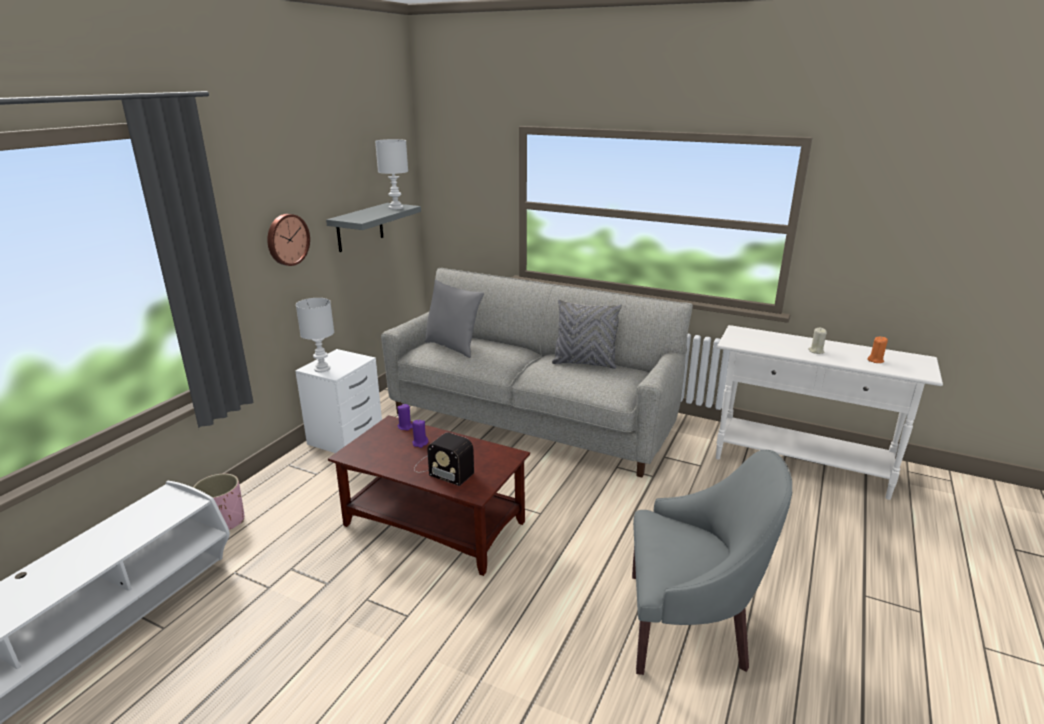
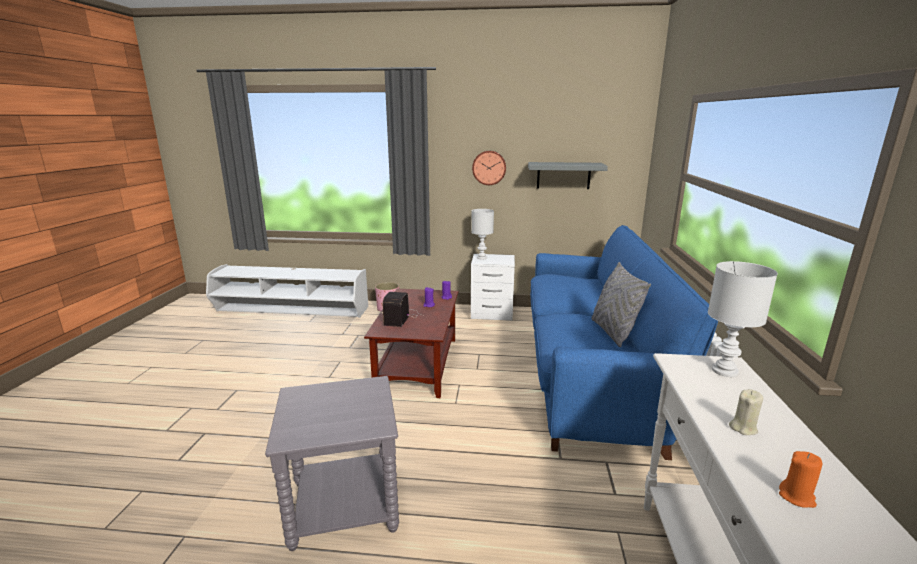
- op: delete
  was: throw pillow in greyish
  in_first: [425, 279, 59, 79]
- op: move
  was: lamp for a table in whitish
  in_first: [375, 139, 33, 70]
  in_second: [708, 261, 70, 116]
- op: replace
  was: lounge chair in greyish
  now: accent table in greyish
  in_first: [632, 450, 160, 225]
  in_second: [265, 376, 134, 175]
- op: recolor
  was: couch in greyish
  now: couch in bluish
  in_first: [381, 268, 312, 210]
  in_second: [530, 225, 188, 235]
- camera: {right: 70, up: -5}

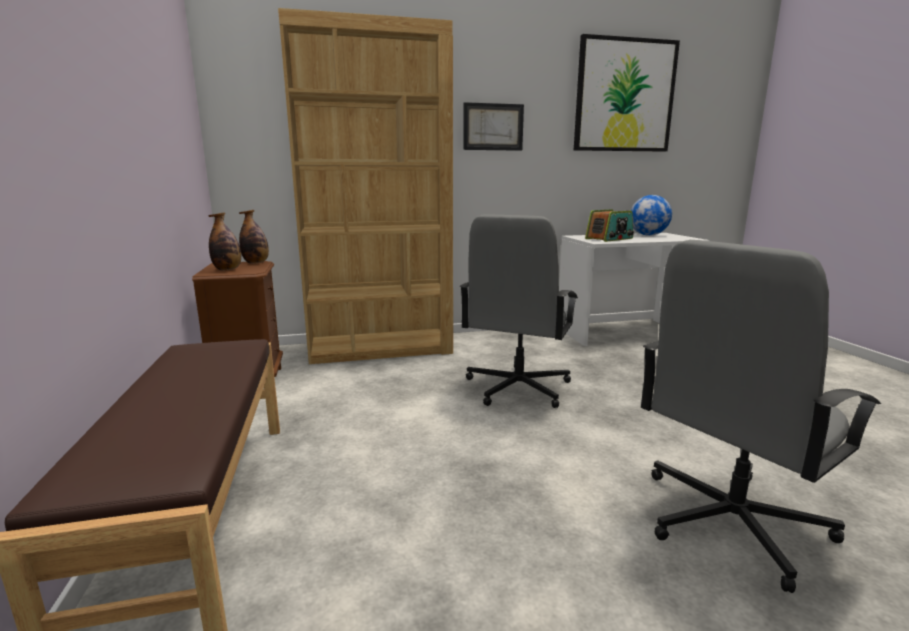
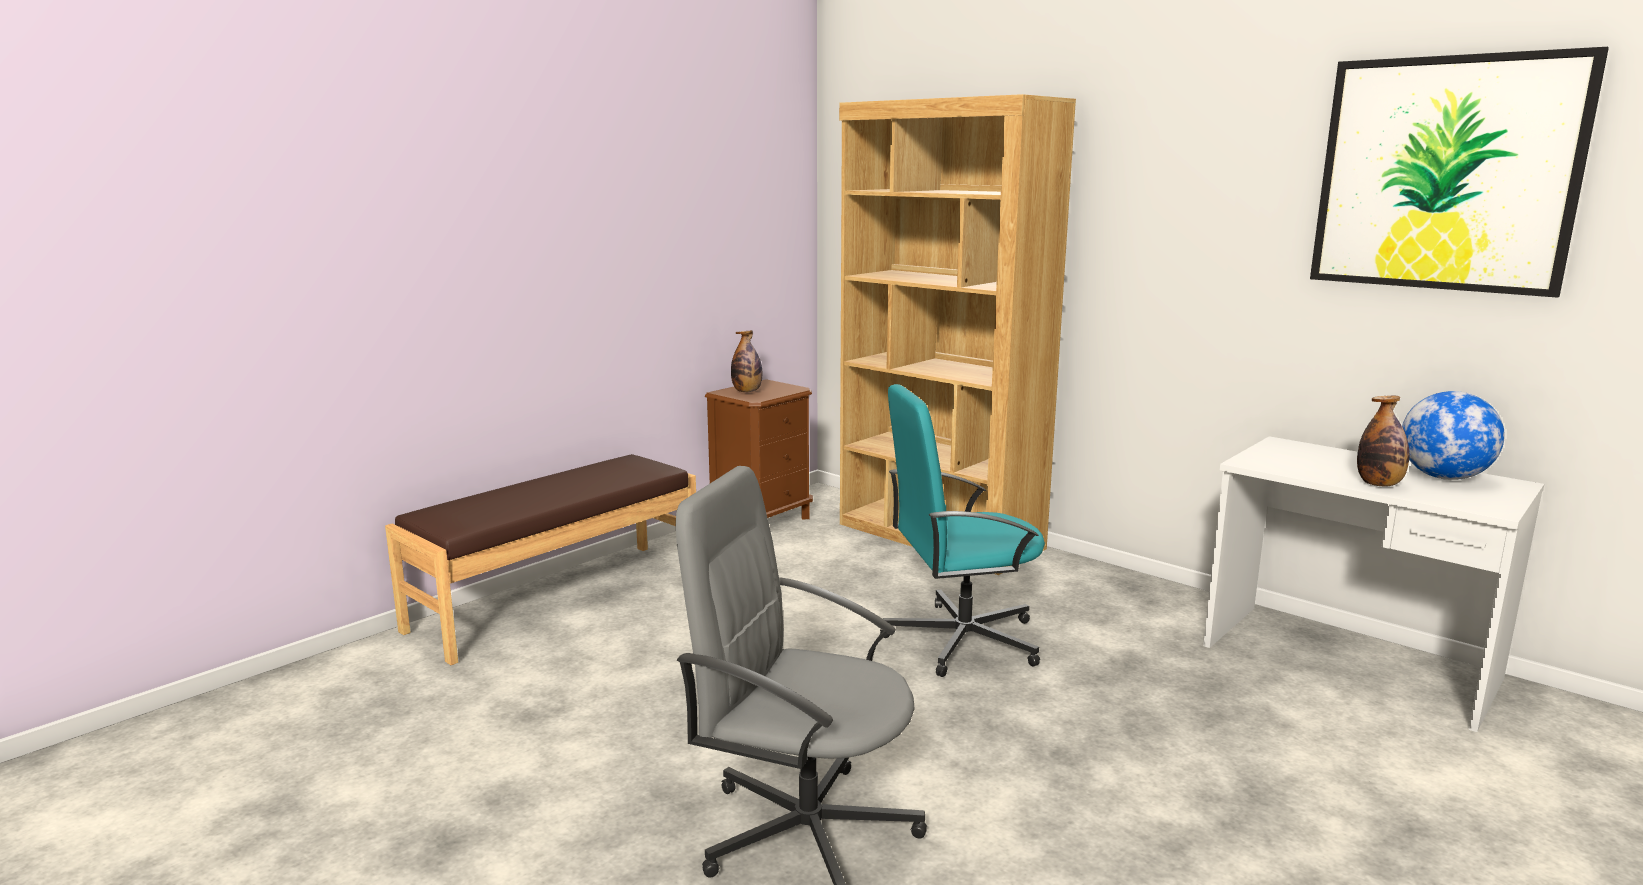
- op: delete
  was: picture
  in_first: [463, 102, 61, 49]
- op: delete
  was: radio receiver
  in_first: [585, 209, 49, 33]
- op: move
  was: bottle
  in_first: [239, 210, 30, 54]
  in_second: [1357, 396, 52, 90]
- op: recolor
  was: desk chair in greyish
  now: desk chair in turquoise
  in_first: [460, 214, 118, 194]
  in_second: [880, 384, 165, 293]
- camera: {right: 55, up: 0}

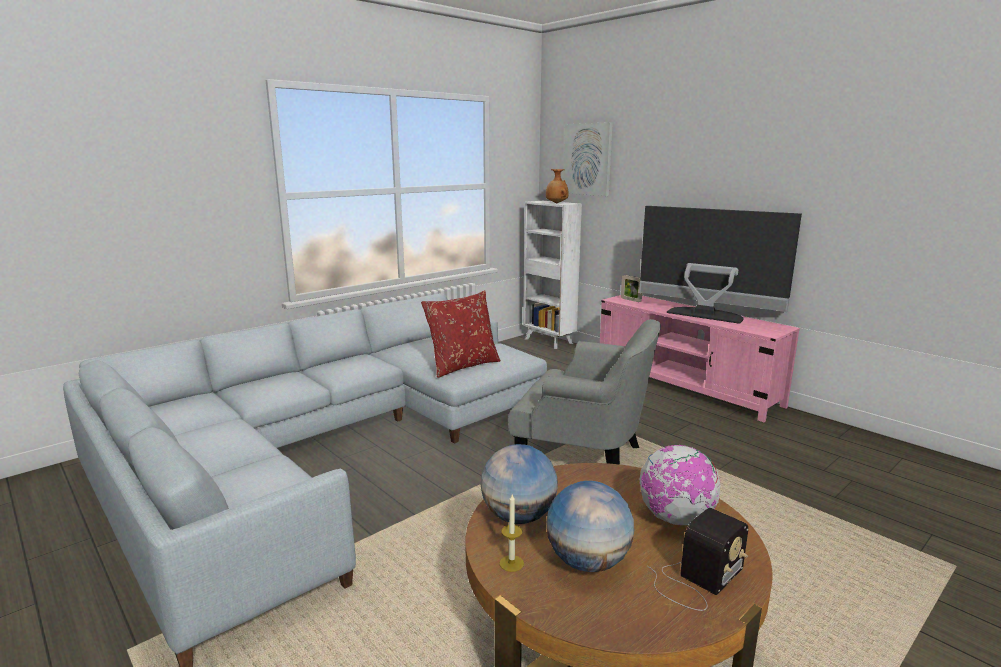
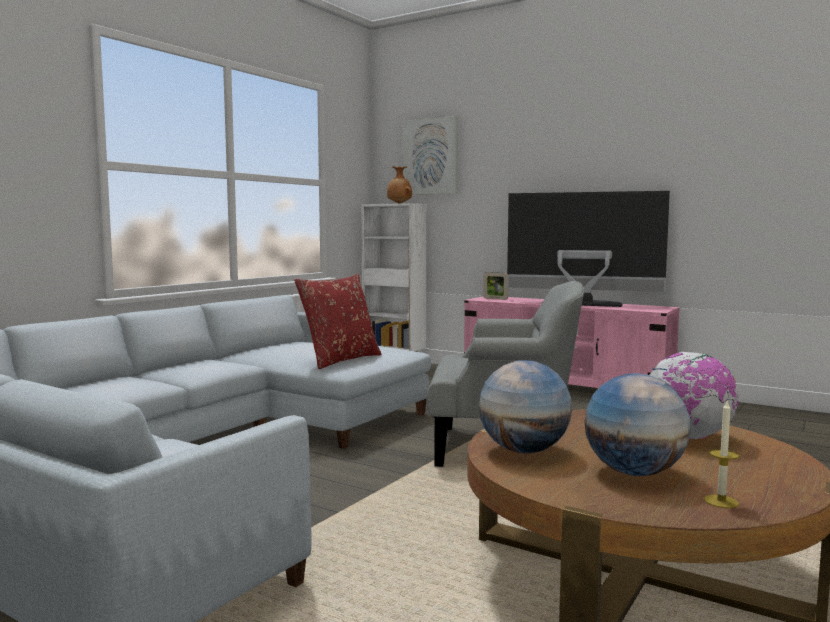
- op: delete
  was: radio receiver
  in_first: [648, 508, 100, 103]
- op: move
  was: wax candle
  in_first: [500, 494, 24, 78]
  in_second: [704, 399, 35, 109]
- camera: {right: -15, up: -10}

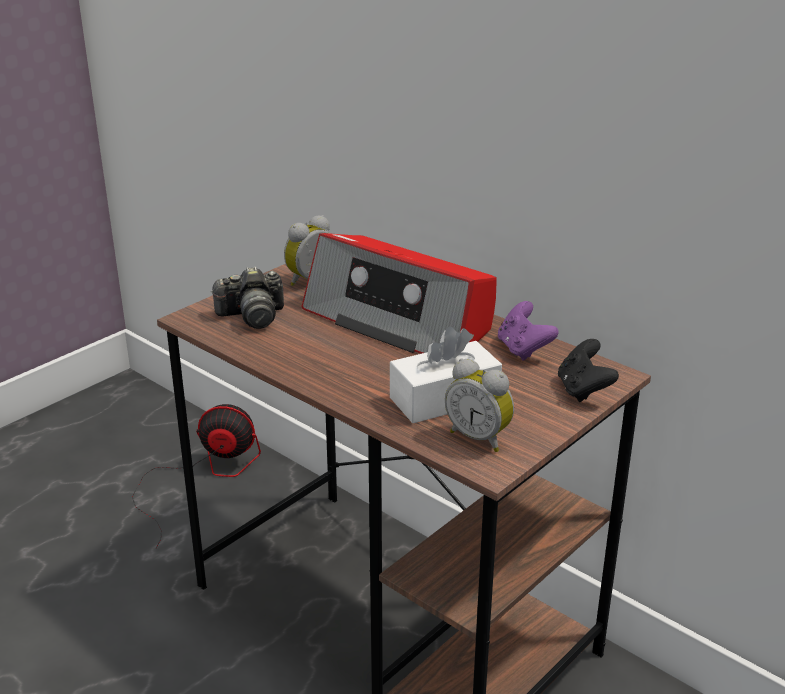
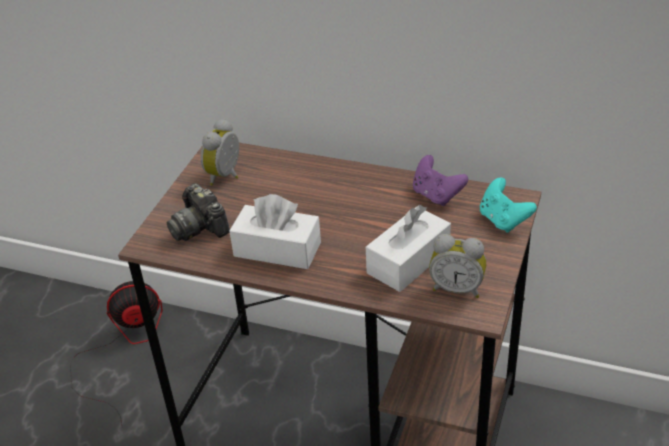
- op: delete
  was: radio receiver
  in_first: [301, 233, 196, 121]
- op: insert
  now: box of tissues in whitish
  in_second: [229, 194, 92, 75]
- op: recolor
  was: game controller in black-coloured
  now: game controller in turquoise
  in_first: [558, 339, 61, 63]
  in_second: [480, 177, 57, 56]
- op: rotate
  was: photo camera
  in_first: [210, 266, 74, 63]
  in_second: [167, 183, 63, 58]
  clockwise: 90
- camera: {right: -20, up: 10}

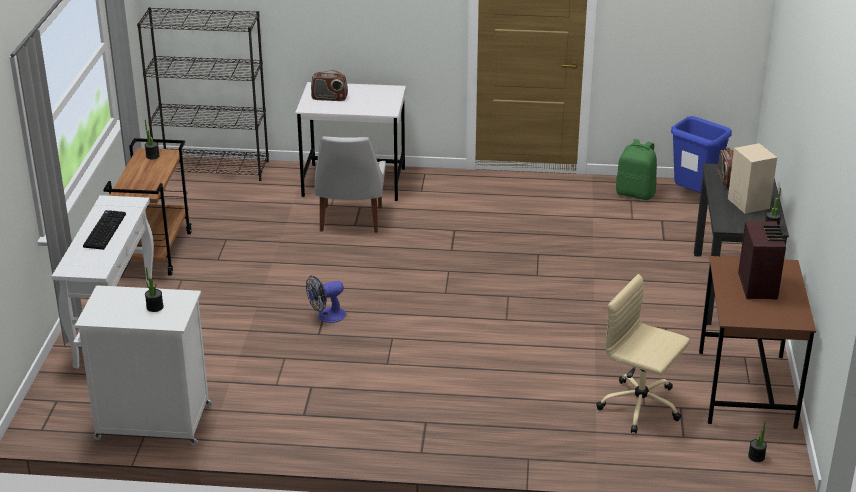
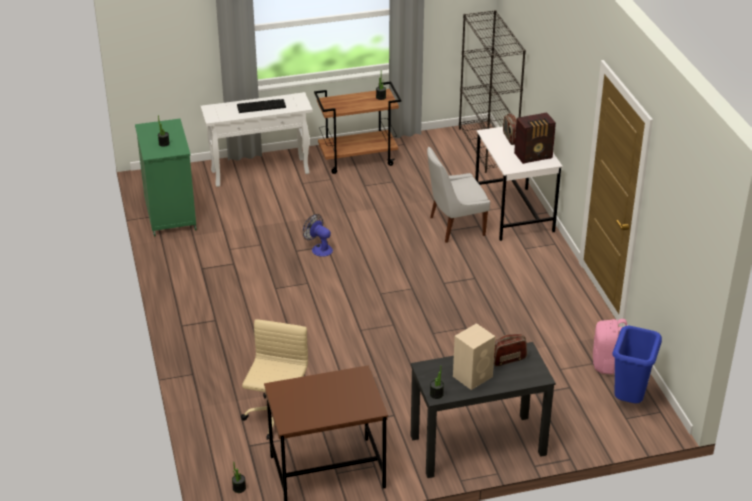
- op: move
  was: radio receiver
  in_first: [738, 221, 48, 79]
  in_second: [514, 112, 42, 52]
- op: recolor
  was: cabinet in whitish
  now: cabinet in green
  in_first: [74, 285, 138, 160]
  in_second: [135, 119, 62, 118]
- op: recolor
  was: backpack in green
  now: backpack in pink-coloured
  in_first: [616, 139, 41, 61]
  in_second: [593, 319, 34, 55]
- camera: {right: 70, up: 5}

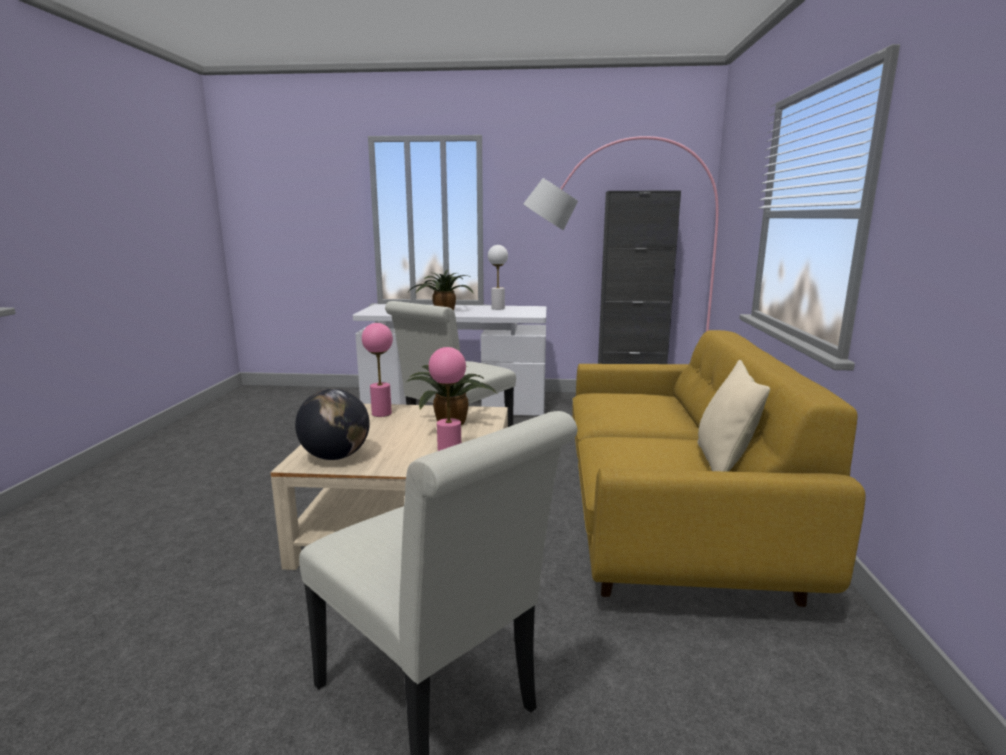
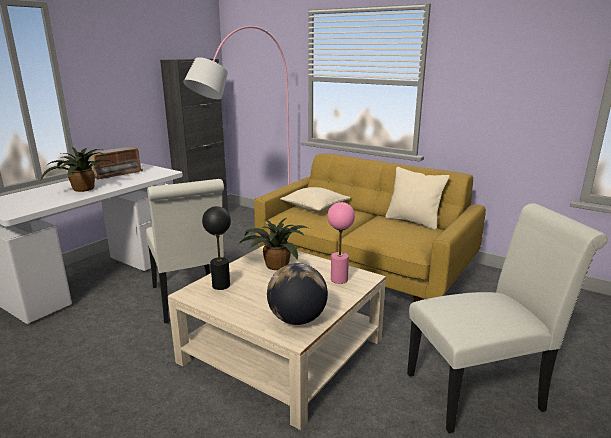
- op: insert
  now: throw pillow in beige
  in_second: [280, 187, 71, 25]
- op: replace
  was: lamp for a table in whitish
  now: radio receiver
  in_first: [488, 245, 20, 65]
  in_second: [89, 146, 54, 34]
- op: recolor
  was: lamp for a table in pink-coloured
  now: lamp for a table in black-coloured
  in_first: [362, 323, 31, 94]
  in_second: [202, 206, 29, 84]
- camera: {right: -60, up: 5}

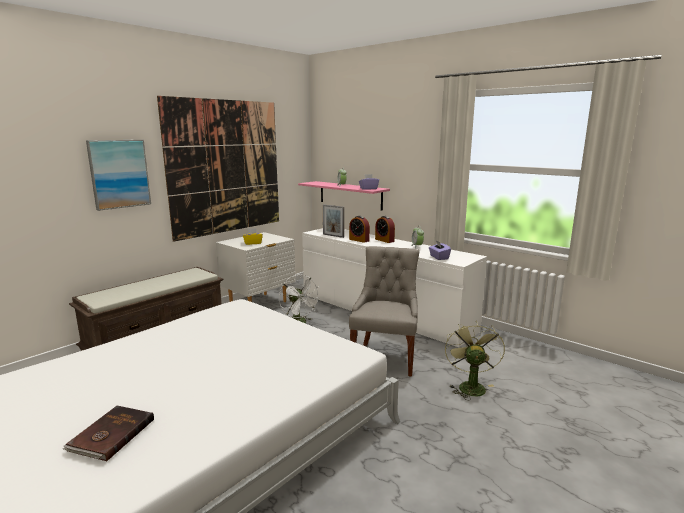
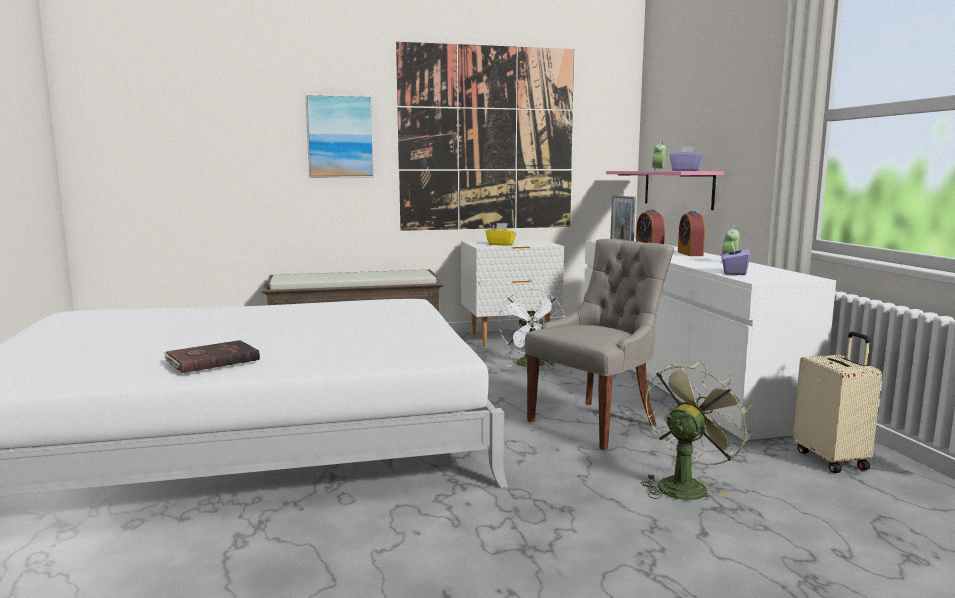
- op: insert
  now: suitcase in beige
  in_second: [793, 332, 89, 141]
- op: move
  was: book in brown-coloured
  in_first: [63, 405, 91, 56]
  in_second: [164, 340, 96, 33]
- camera: {right: 35, up: -5}

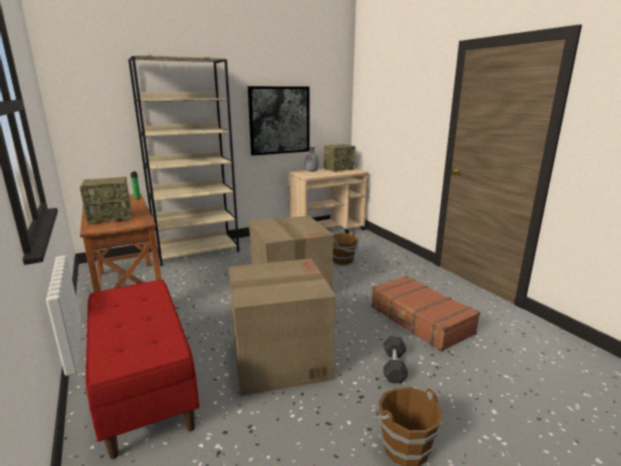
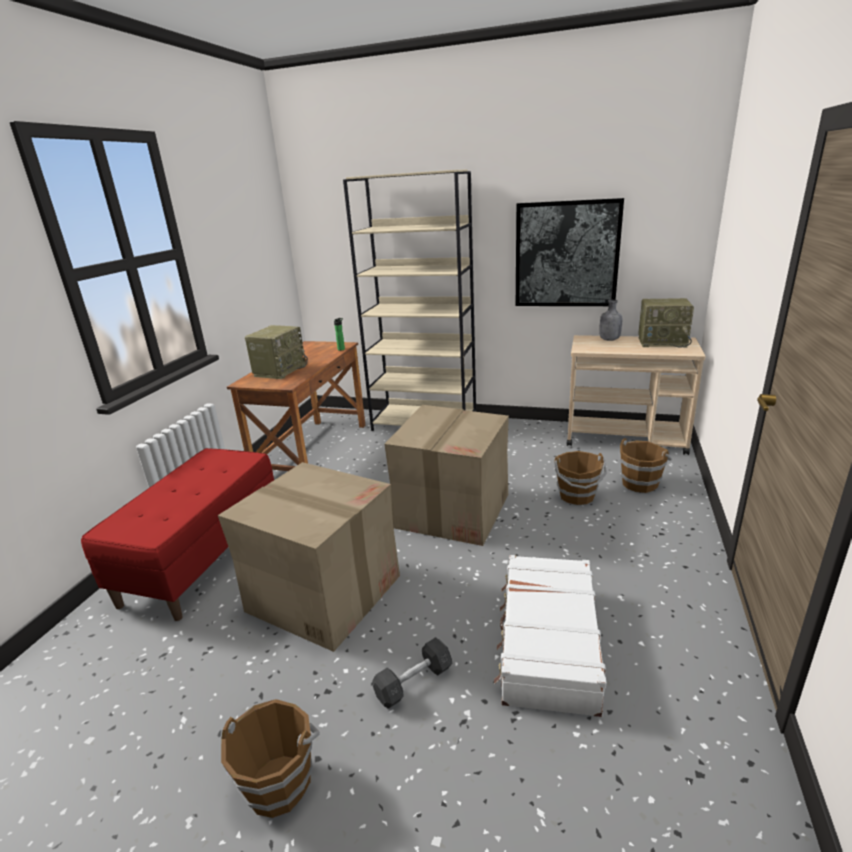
- op: insert
  now: bucket in brown-coloured
  in_second: [619, 438, 53, 55]
- op: recolor
  was: suitcase in brown-coloured
  now: suitcase in whitish
  in_first: [371, 275, 109, 77]
  in_second: [494, 555, 112, 162]
- op: rotate
  was: radio receiver
  in_first: [80, 177, 53, 47]
  in_second: [245, 325, 63, 54]
  clockwise: -90
- camera: {right: 45, up: 5}

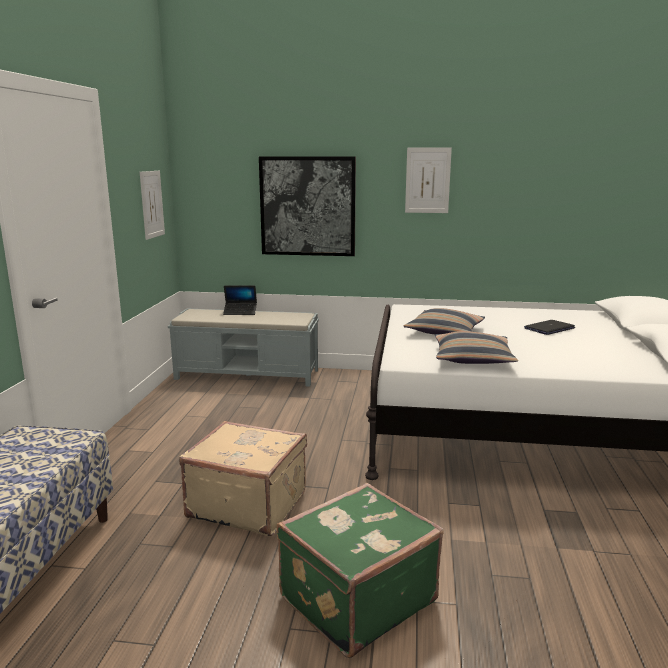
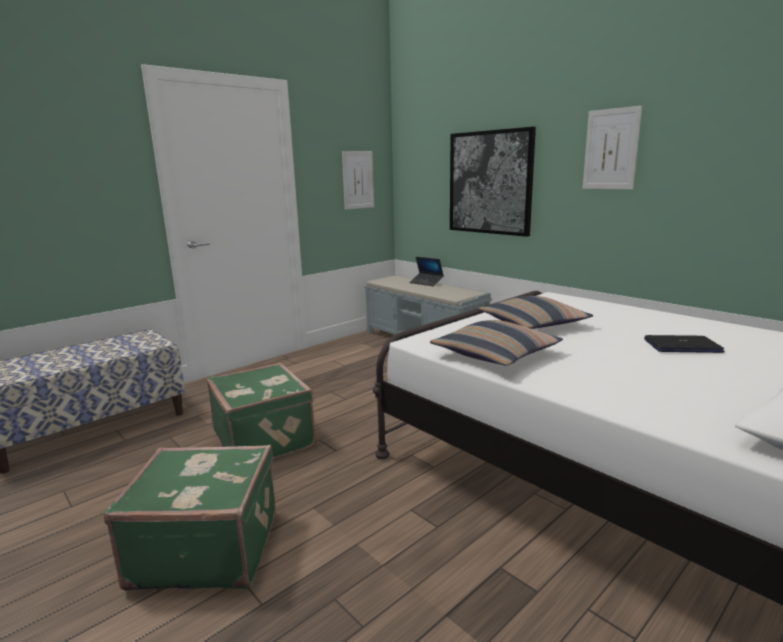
- op: recolor
  was: suitcase in beige
  now: suitcase in green
  in_first: [179, 421, 128, 115]
  in_second: [207, 363, 108, 96]
- camera: {right: 40, up: 0}

